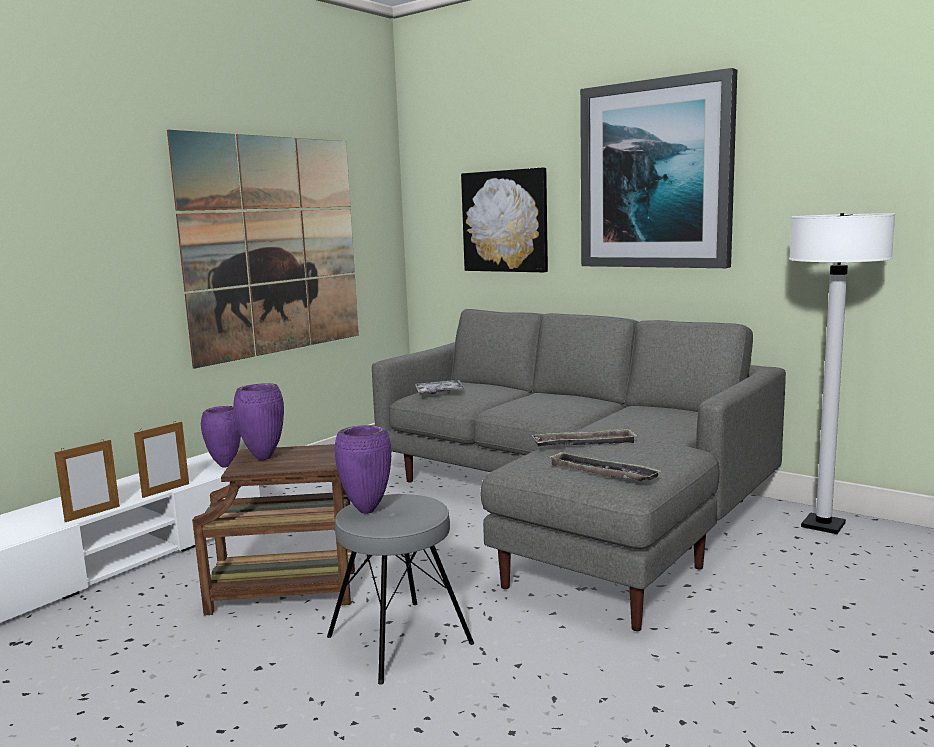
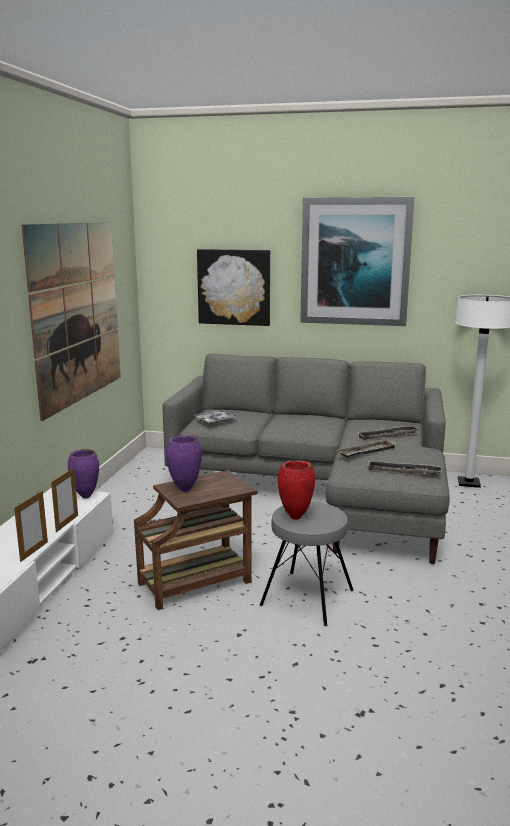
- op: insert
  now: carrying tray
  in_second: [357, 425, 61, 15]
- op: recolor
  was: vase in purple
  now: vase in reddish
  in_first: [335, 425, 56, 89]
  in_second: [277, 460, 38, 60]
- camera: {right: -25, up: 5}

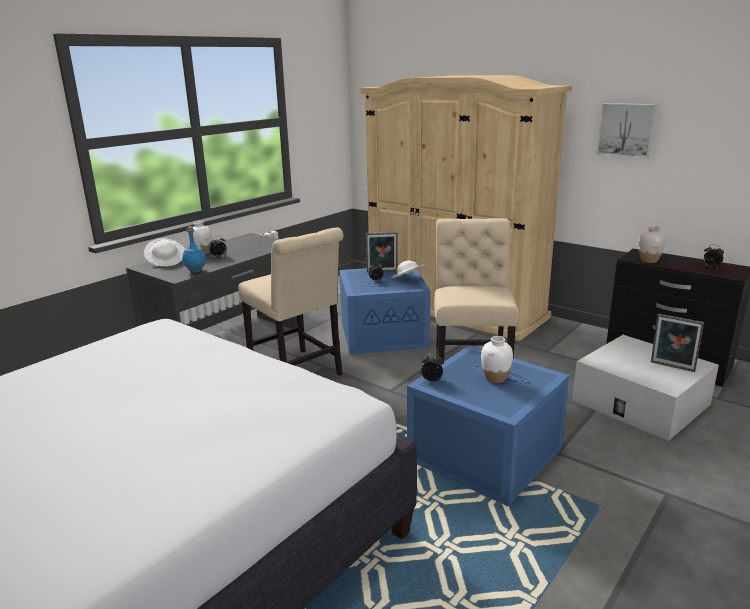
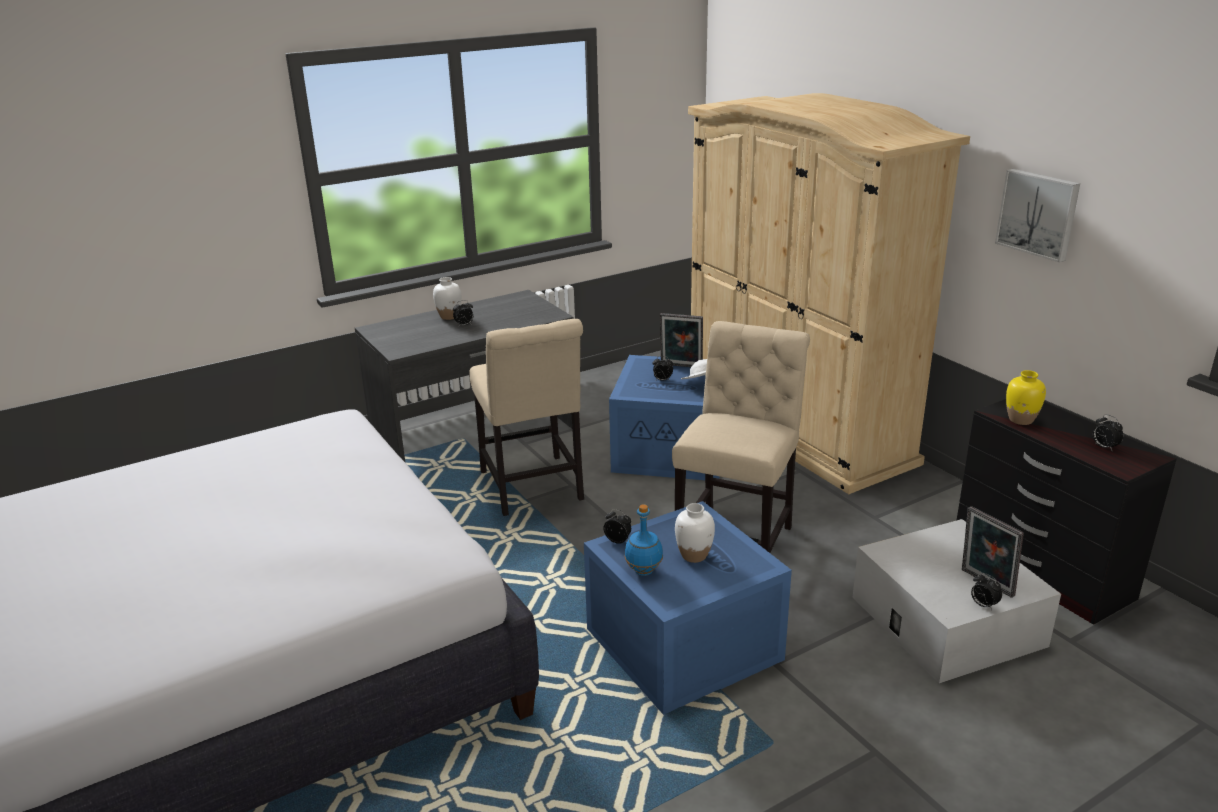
- op: delete
  was: clothing hat in whitish
  in_first: [144, 238, 41, 28]
- op: insert
  now: table clock
  in_second: [971, 573, 31, 37]
- op: move
  was: bottle in bluish
  in_first: [182, 226, 24, 47]
  in_second: [625, 504, 38, 72]
- op: recolor
  was: vase in whitish
  now: vase in yellow-coloured
  in_first: [639, 226, 27, 37]
  in_second: [1006, 370, 40, 55]
- camera: {right: 20, up: 5}

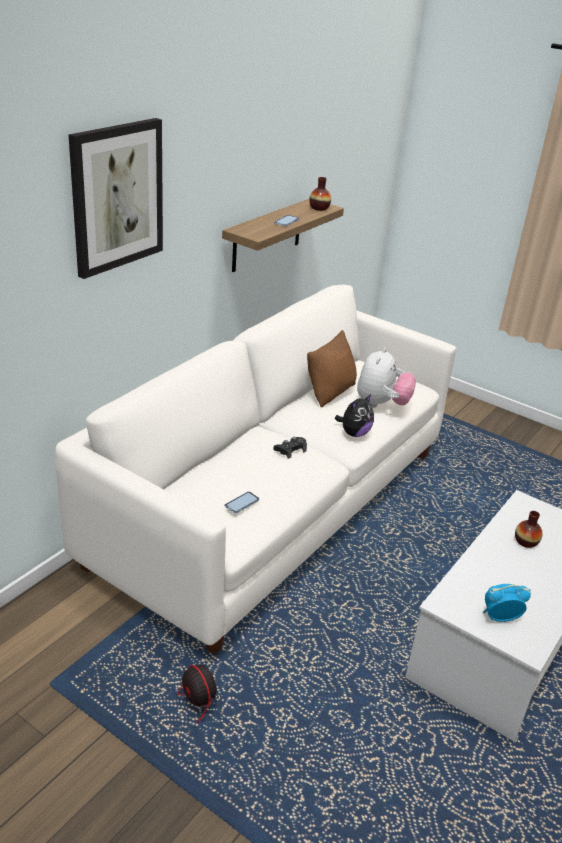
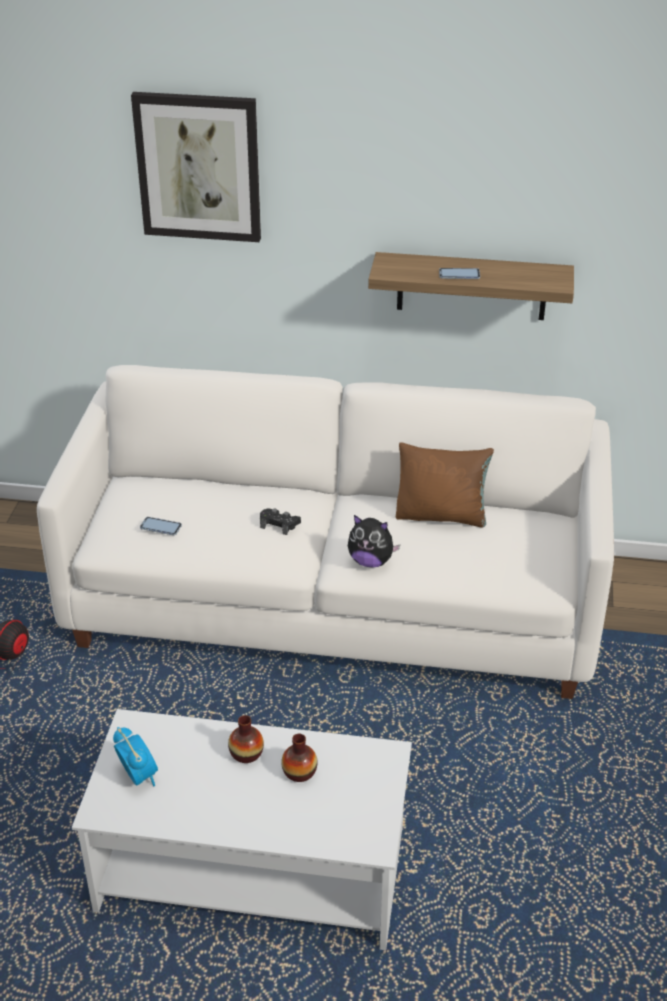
- op: delete
  was: plush toy
  in_first: [357, 347, 59, 61]
- op: move
  was: vase
  in_first: [309, 177, 22, 34]
  in_second: [228, 715, 36, 48]
- camera: {right: 65, up: 5}

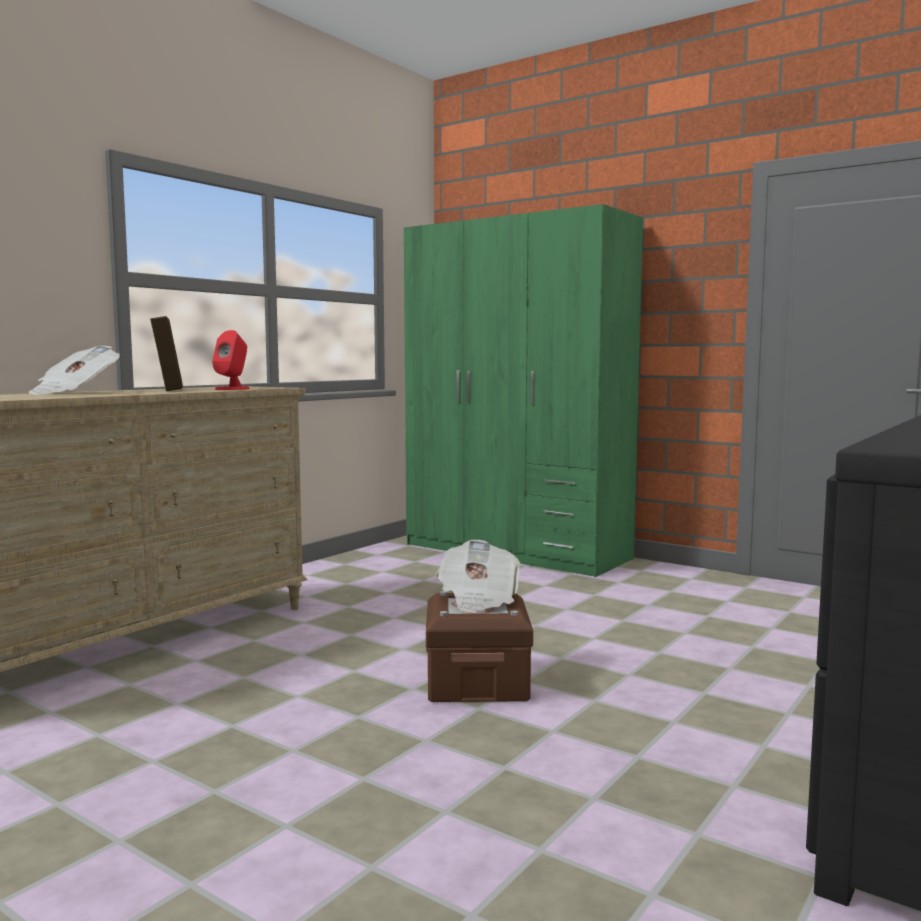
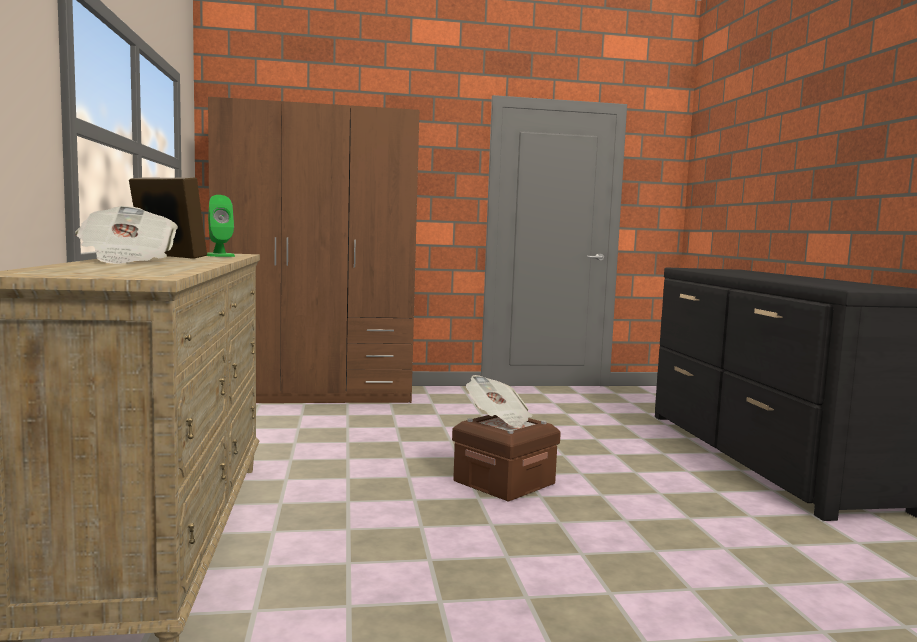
- op: recolor
  was: audio speaker in reddish
  now: audio speaker in green
  in_first: [212, 330, 38, 60]
  in_second: [207, 195, 28, 62]
- op: recolor
  was: armoire in green
  now: armoire in brown-coloured
  in_first: [404, 204, 239, 373]
  in_second: [208, 97, 211, 306]
- camera: {right: -45, up: 0}

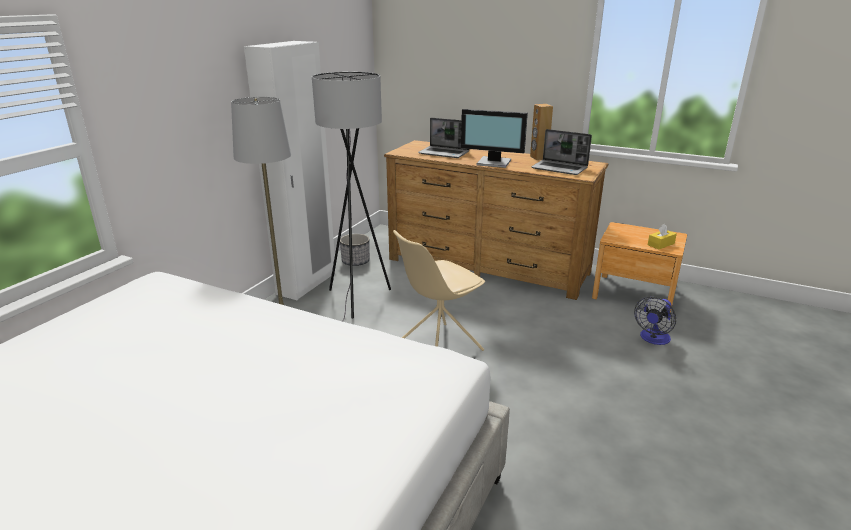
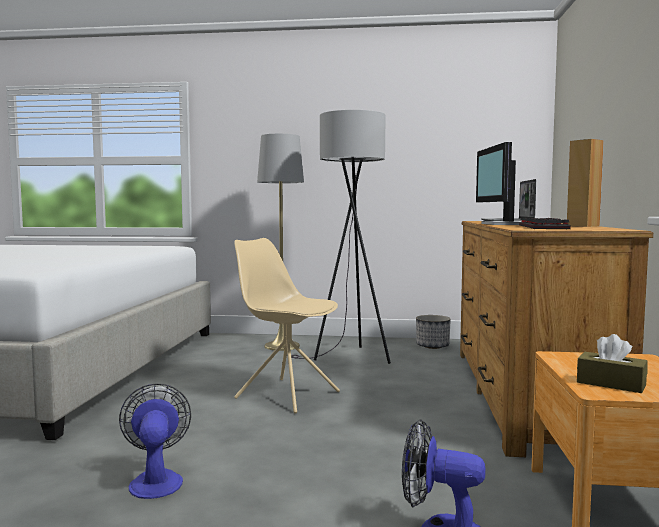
- op: delete
  was: armoire in whitish
  in_first: [244, 41, 92, 259]
- op: insert
  now: electric fan
  in_second: [119, 383, 72, 116]
- op: replace
  was: portable computer
  now: computer keyboard
  in_first: [531, 129, 61, 46]
  in_second: [519, 218, 52, 11]
- op: recolor
  was: box of tissues in yellow-coloured
  now: box of tissues in brown-coloured
  in_first: [648, 224, 29, 25]
  in_second: [577, 334, 71, 59]
- camera: {right: 70, up: -20}

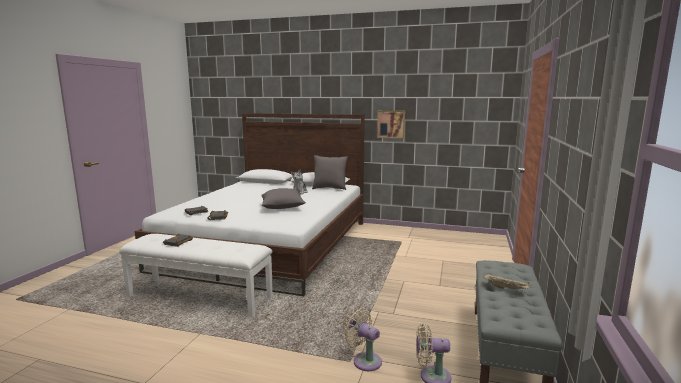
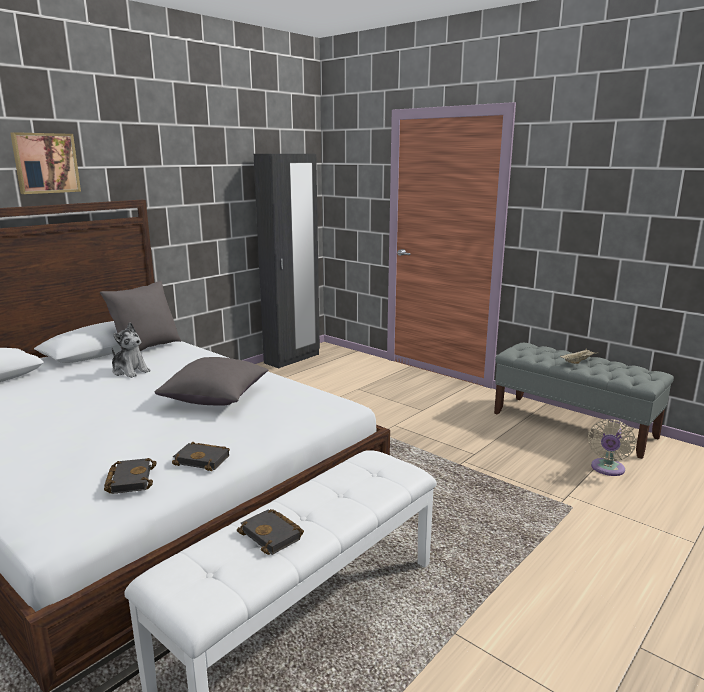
- op: delete
  was: electric fan in beige
  in_first: [344, 308, 38, 63]
- op: insert
  now: armoire in black-coloured
  in_second: [254, 154, 66, 214]
- op: move
  was: picture
  in_first: [377, 111, 28, 28]
  in_second: [11, 132, 70, 62]
- camera: {right: -65, up: 5}

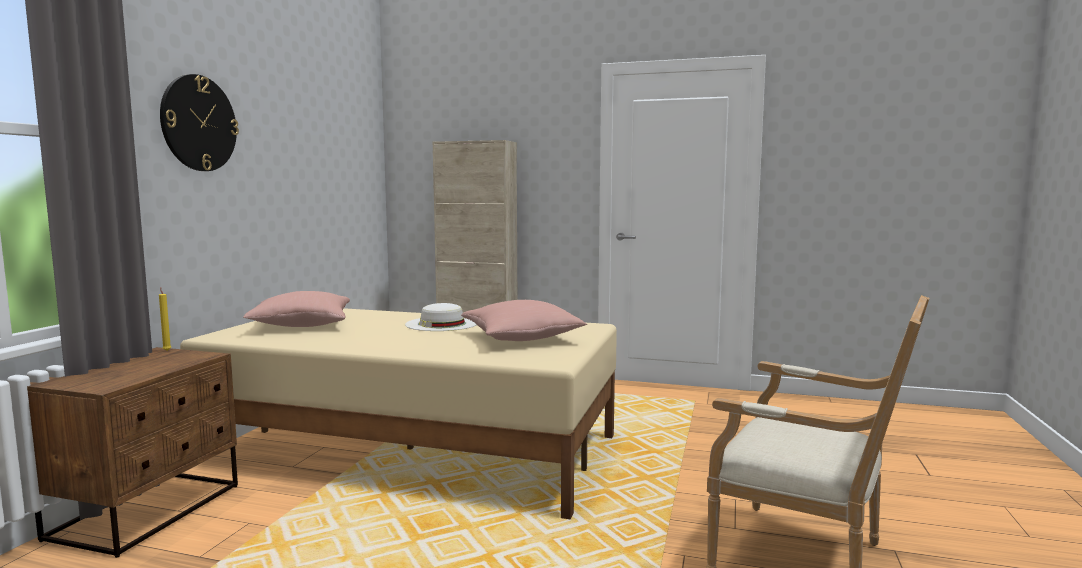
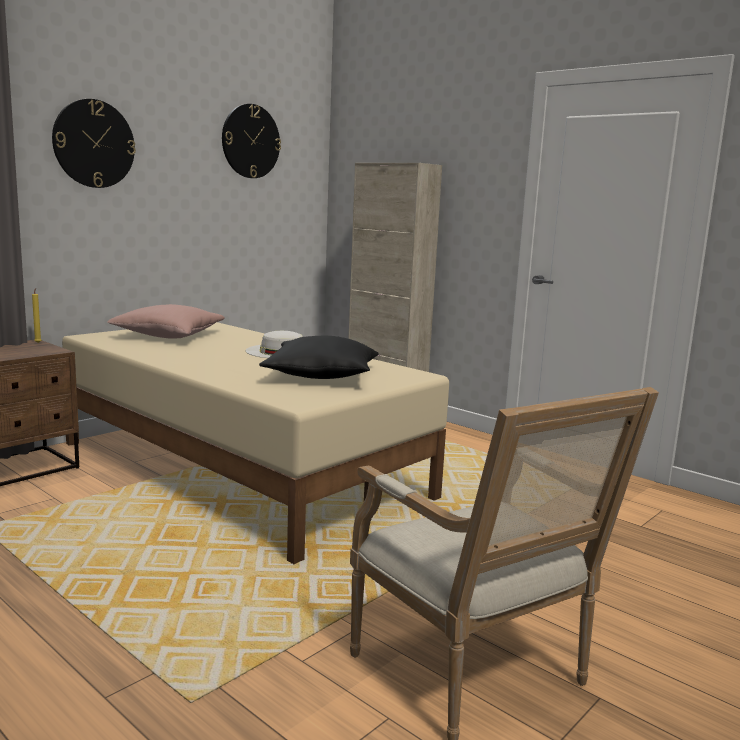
- op: insert
  now: wall clock
  in_second: [222, 104, 59, 74]
- op: recolor
  was: throw pillow in pink-coloured
  now: throw pillow in black-coloured
  in_first: [461, 300, 126, 41]
  in_second: [259, 336, 120, 43]
- camera: {right: 25, up: 5}

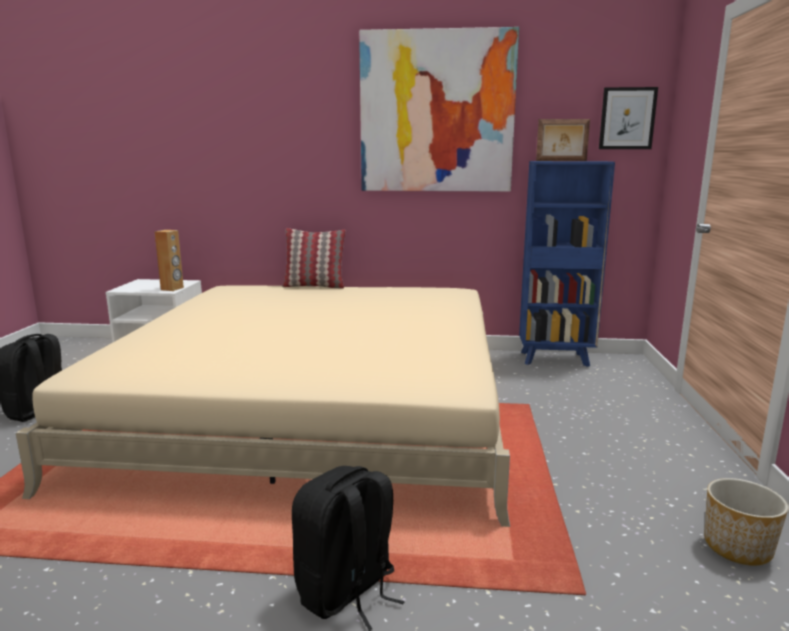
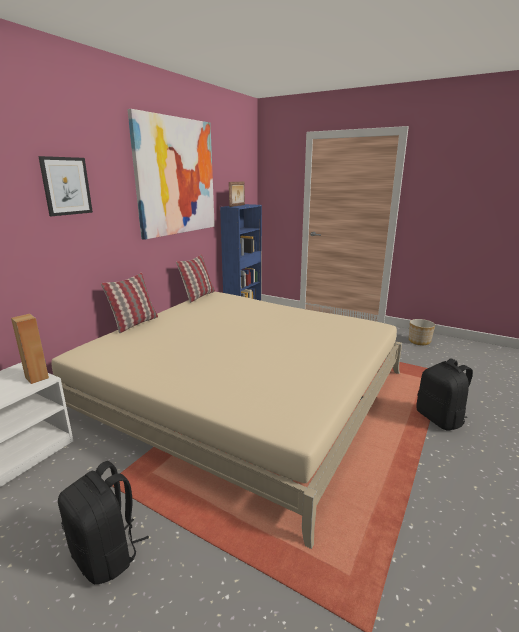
- op: insert
  now: throw pillow
  in_second: [176, 254, 39, 49]
- op: move
  was: picture
  in_first: [599, 87, 59, 62]
  in_second: [38, 156, 55, 60]
- camera: {right: -65, up: 5}

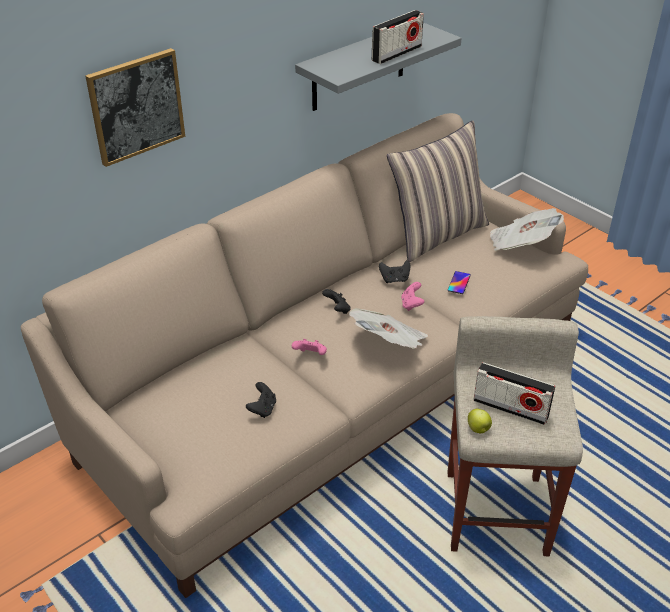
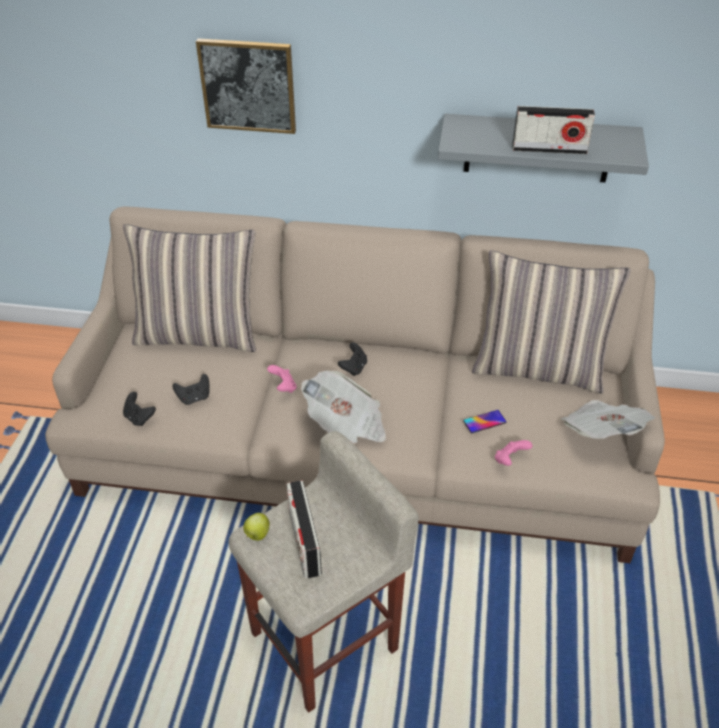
- op: insert
  now: throw pillow
  in_second: [123, 224, 133, 128]
- op: move
  was: game controller in black-coloured
  in_first: [379, 260, 32, 23]
  in_second: [123, 392, 33, 34]
- op: move
  was: game controller in pink-coloured
  in_first: [401, 282, 23, 29]
  in_second: [495, 440, 37, 26]
- camera: {right: 50, up: 5}

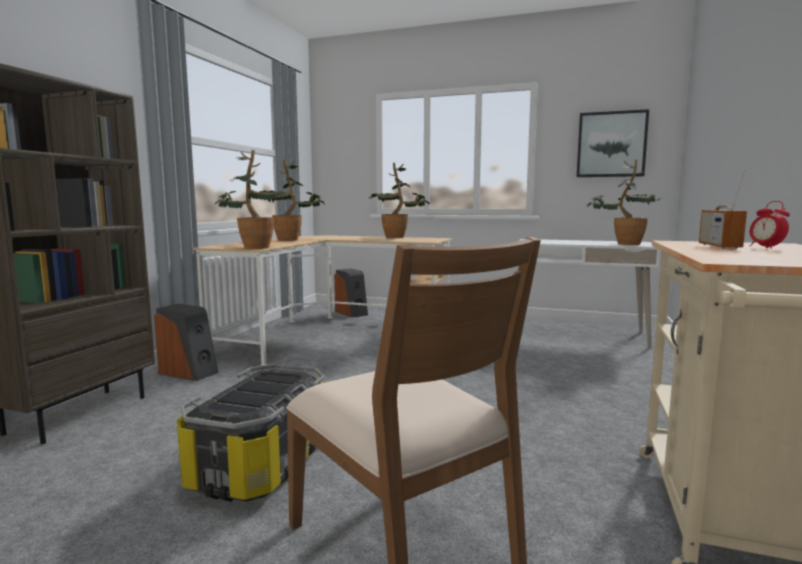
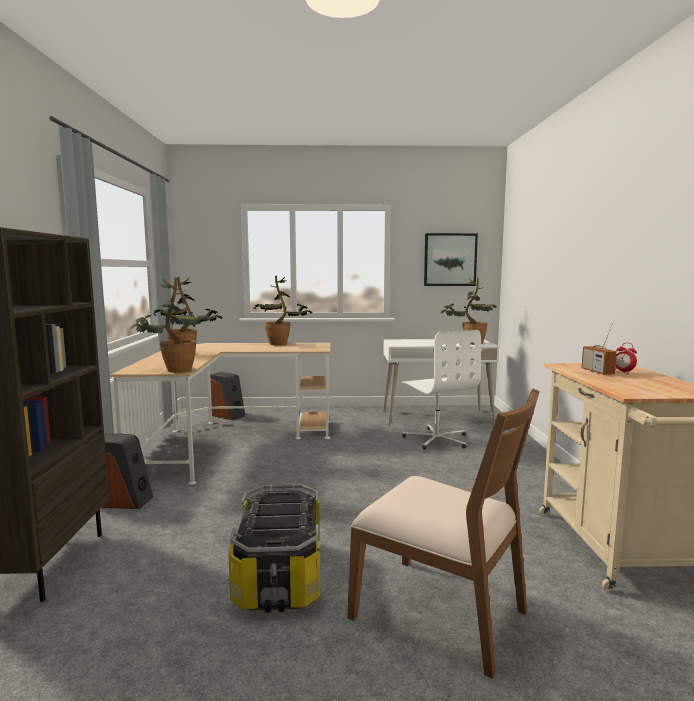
- op: insert
  now: desk chair in whitish
  in_second: [402, 330, 79, 120]
- camera: {right: -20, up: 0}

